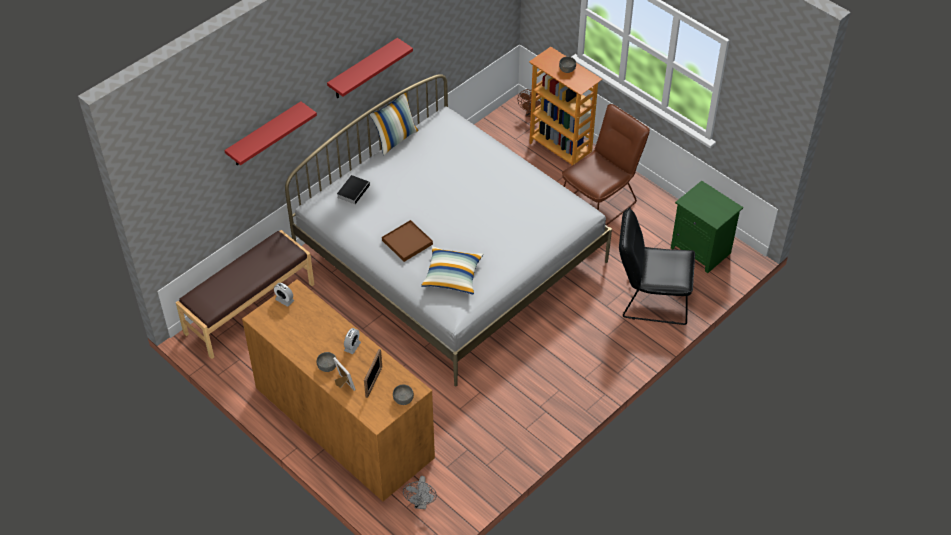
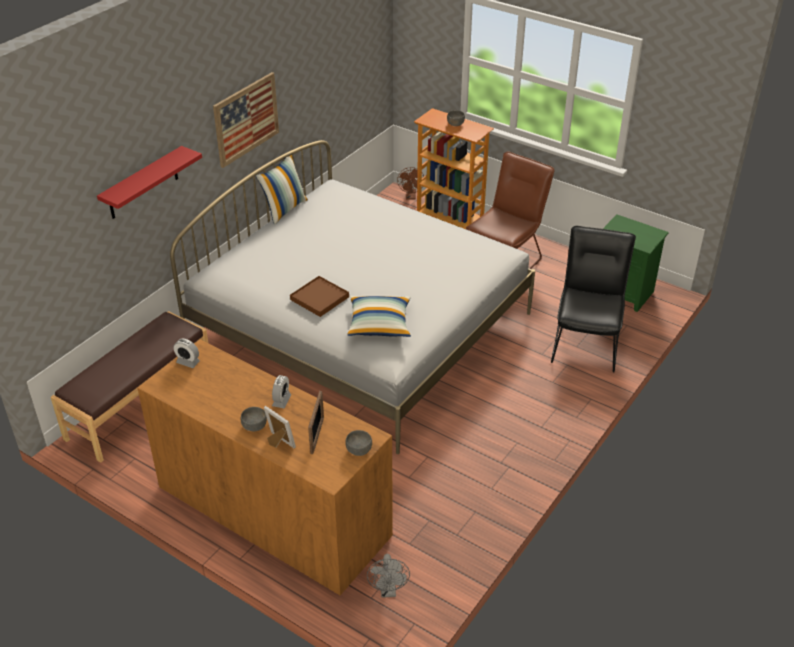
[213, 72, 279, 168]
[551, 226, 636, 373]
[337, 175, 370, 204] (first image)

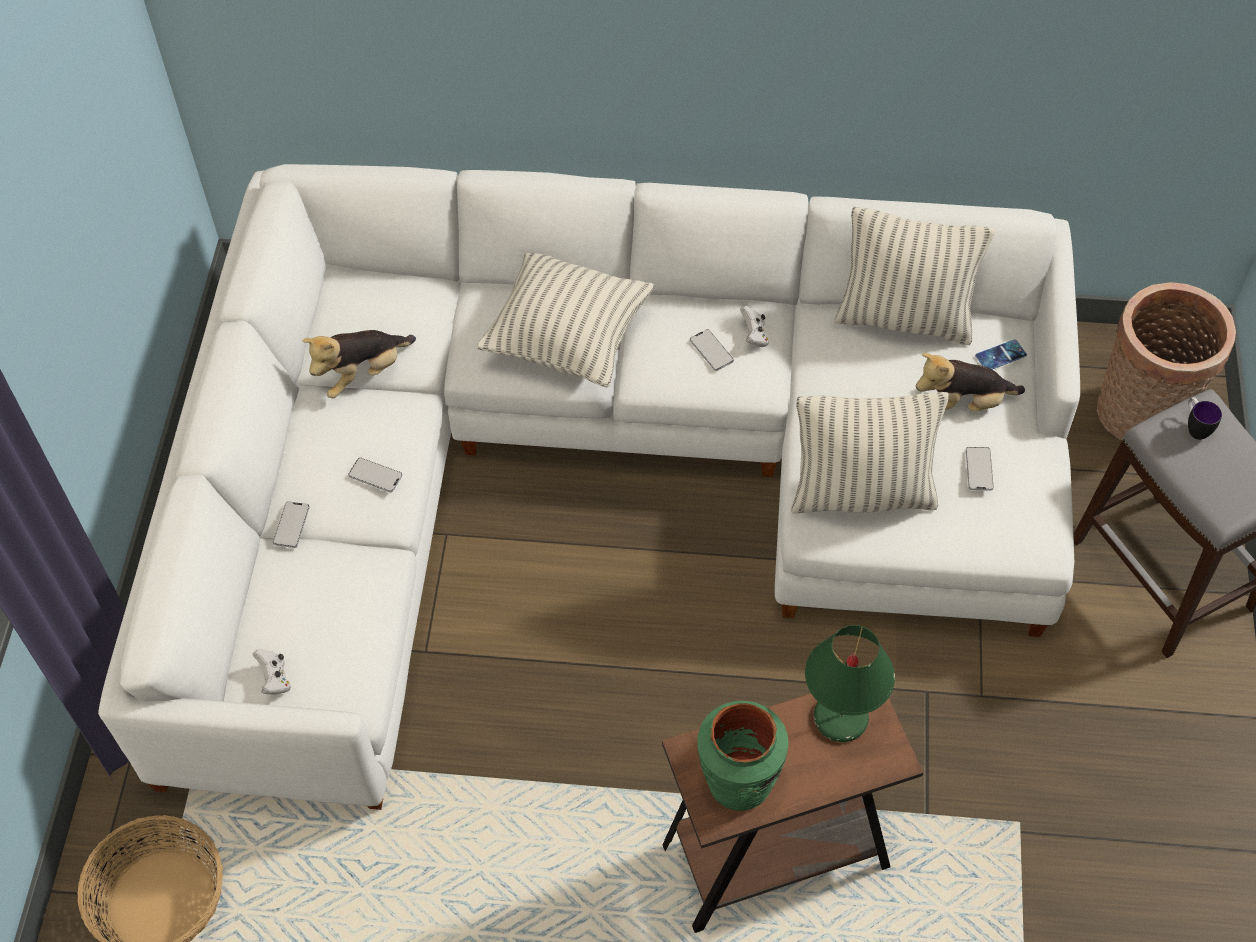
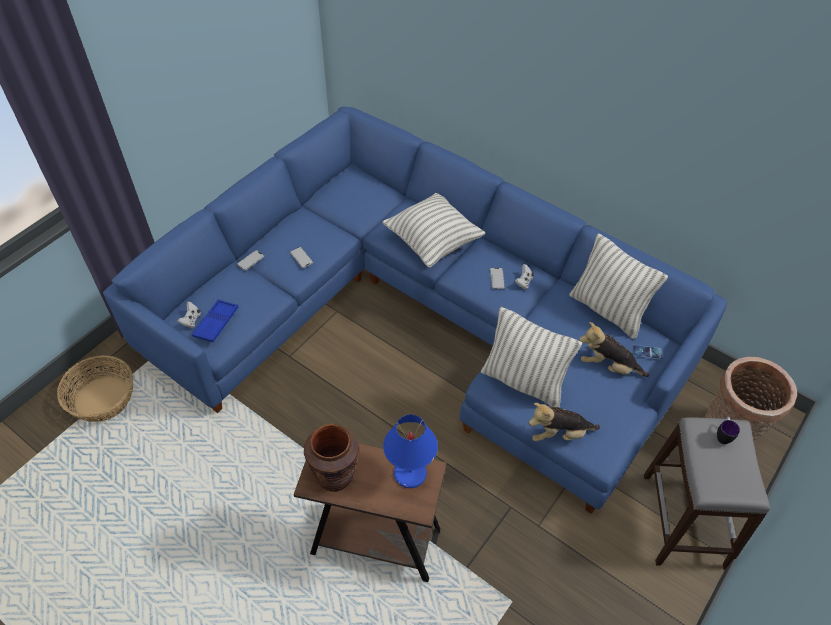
[103, 107, 727, 514]
[192, 299, 238, 342]
[304, 424, 359, 492]
[383, 414, 438, 488]
[529, 403, 600, 442]
[966, 447, 994, 491] (first image)

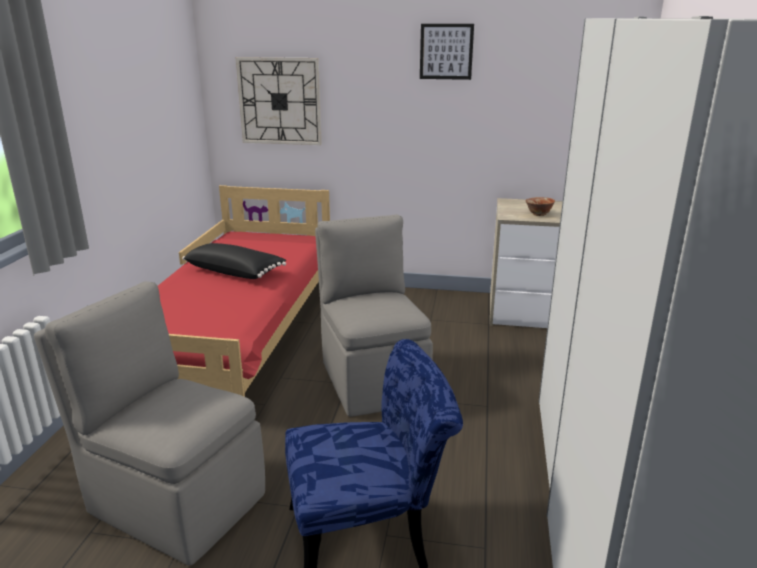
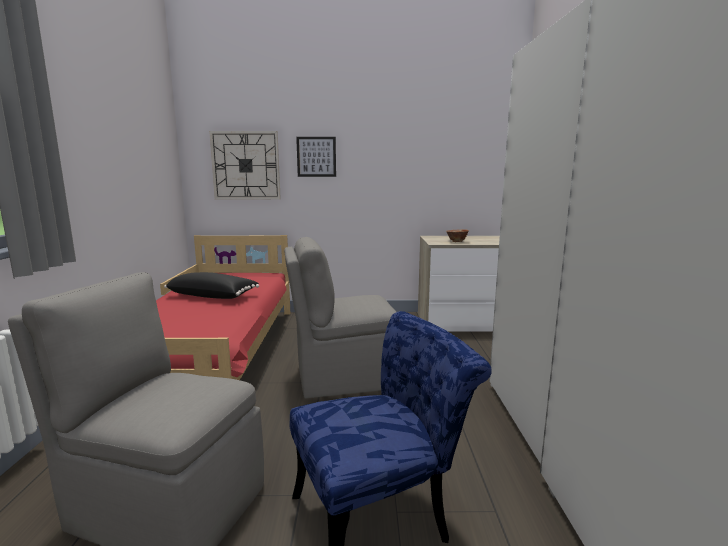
[284, 237, 396, 399]
[296, 137, 336, 177]

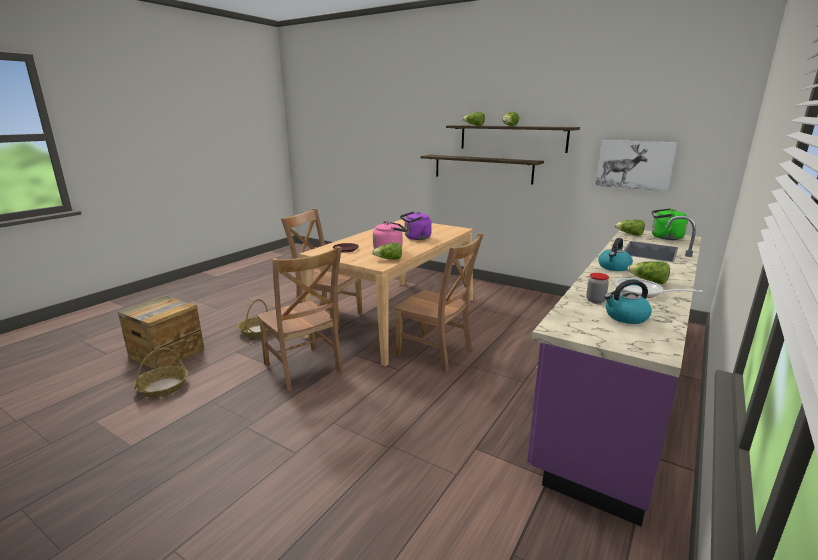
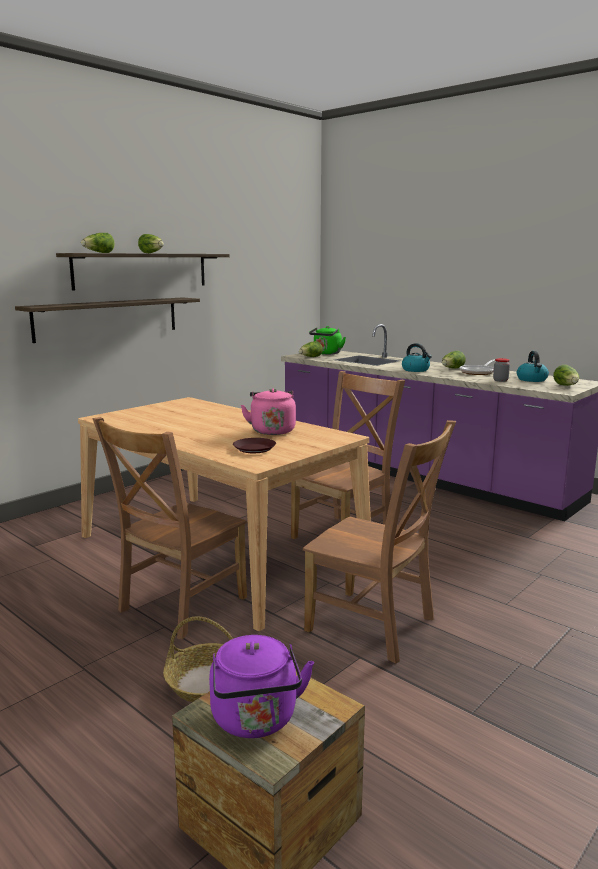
[209, 635, 314, 738]
[303, 420, 456, 664]
[553, 365, 580, 386]
[133, 348, 188, 398] (first image)
[596, 140, 678, 191] (first image)

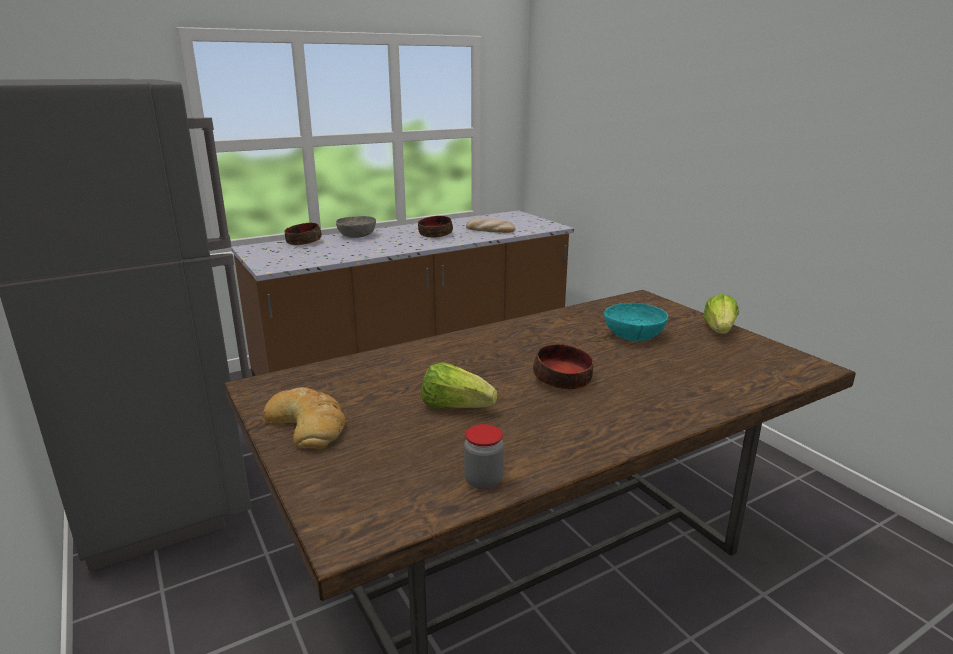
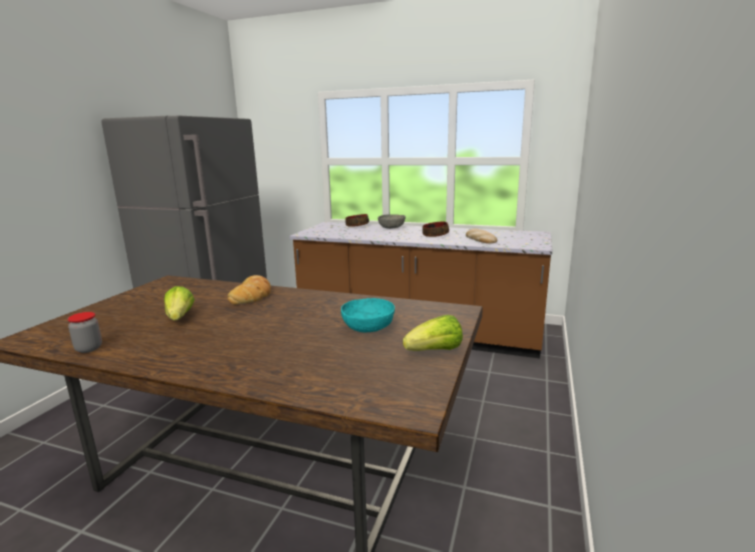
[228, 275, 271, 305]
[533, 344, 593, 390] (first image)

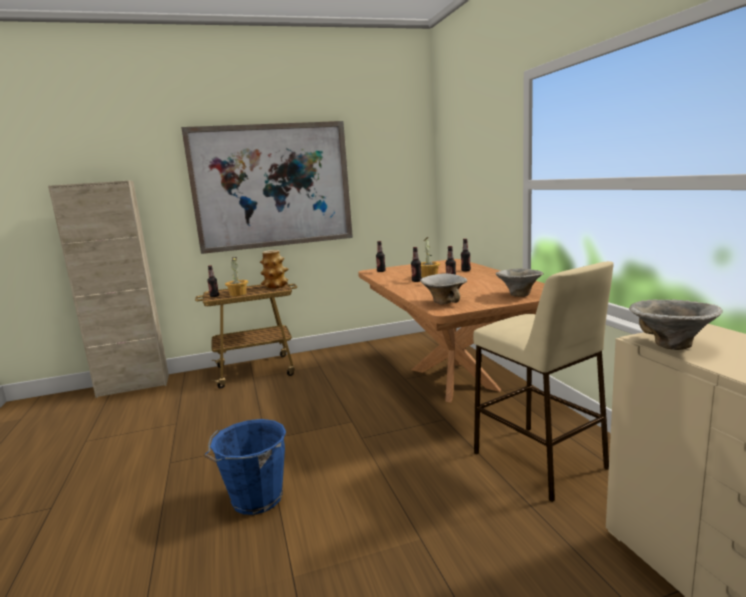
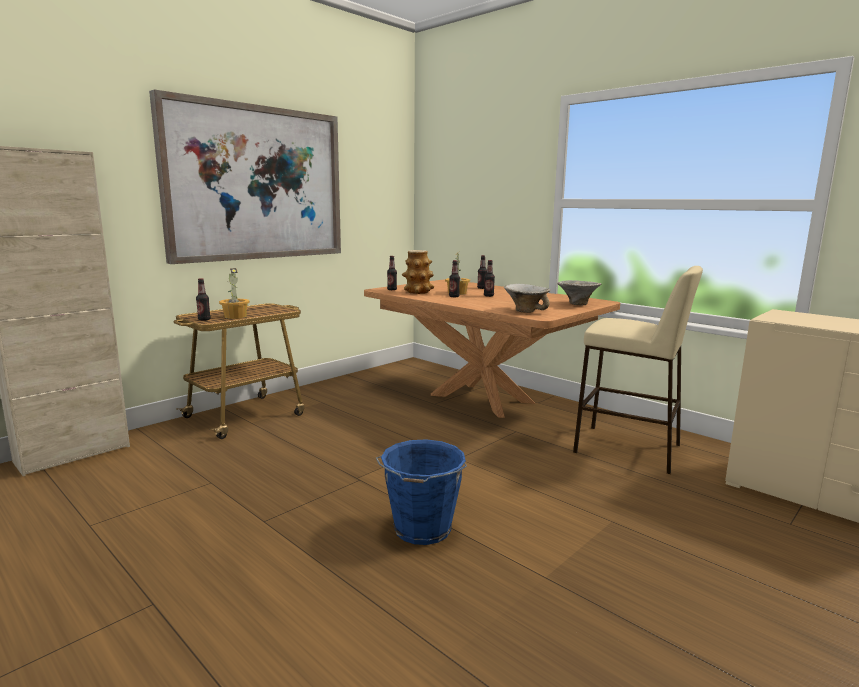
[402, 250, 434, 294]
[629, 300, 723, 350] (first image)

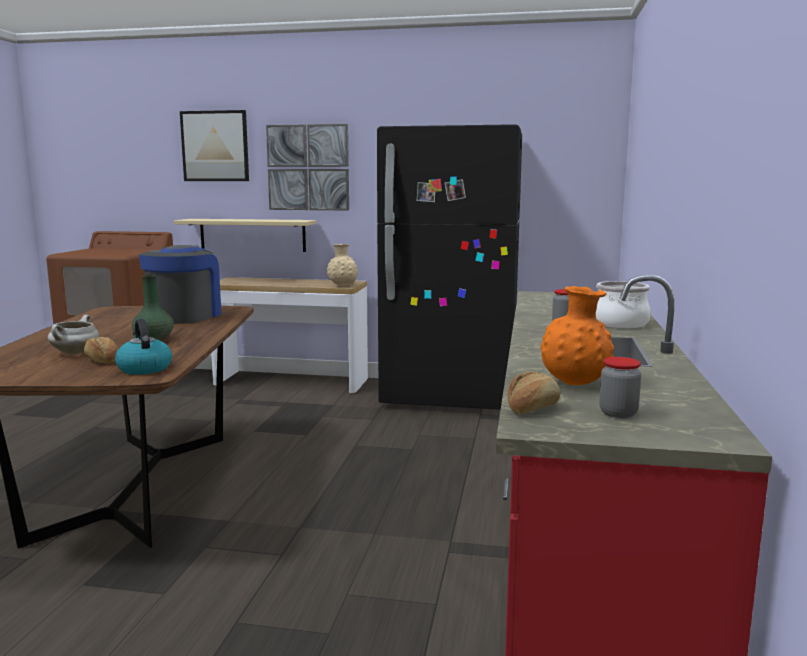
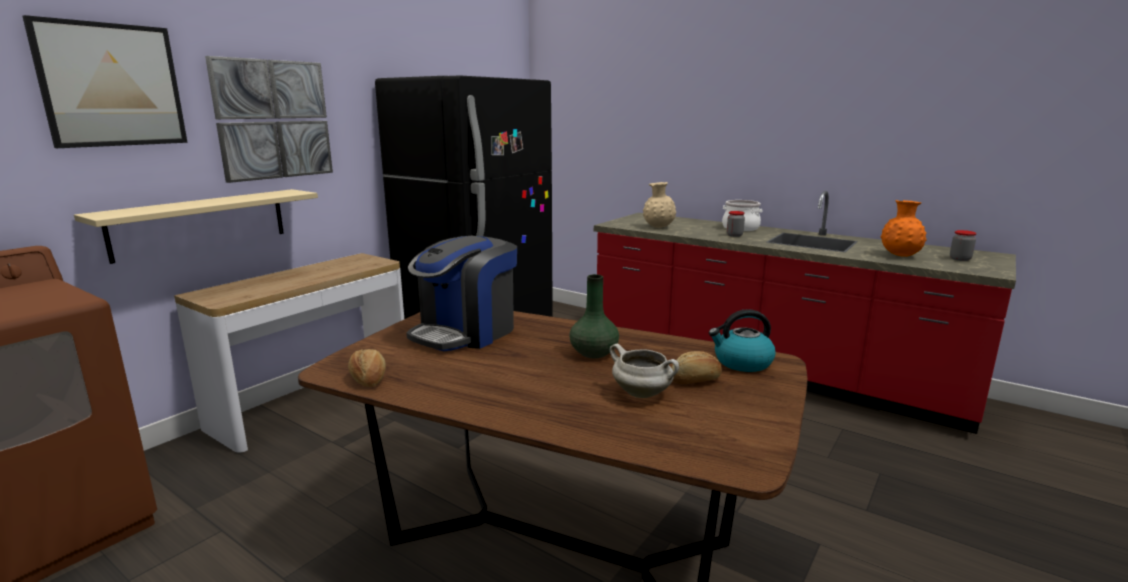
[348, 349, 386, 387]
[406, 236, 517, 351]
[643, 182, 676, 228]

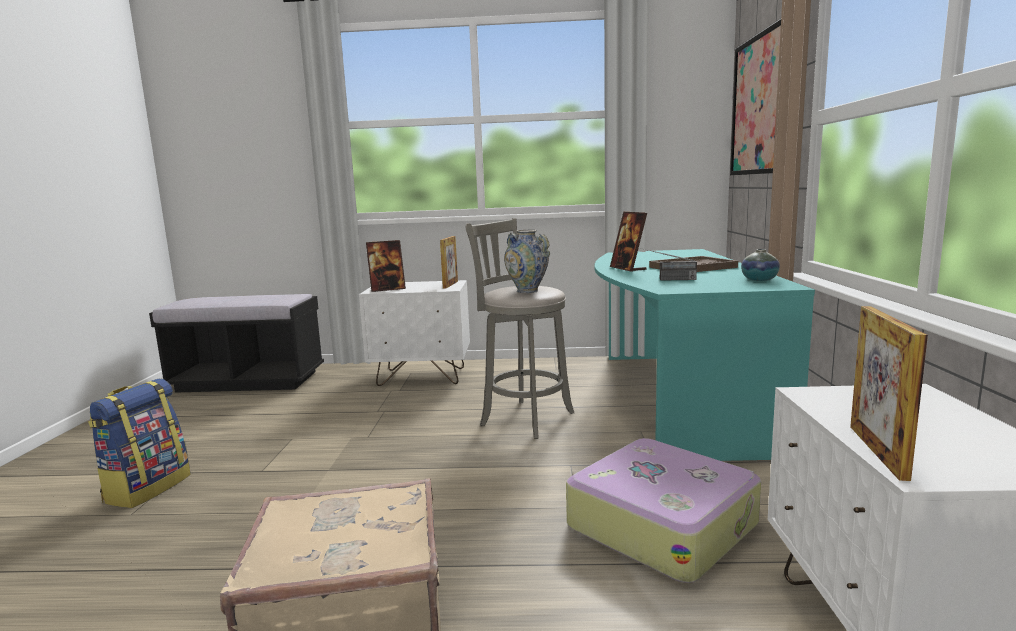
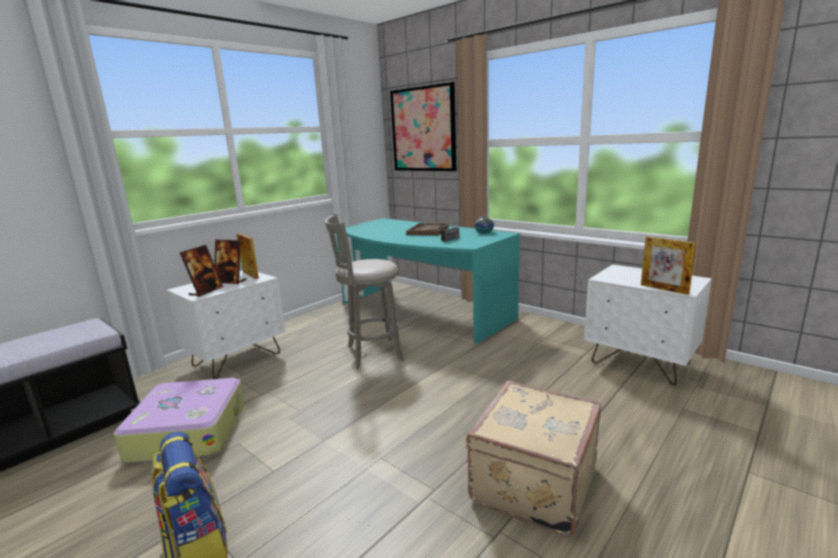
[114, 378, 245, 463]
[214, 240, 246, 284]
[504, 230, 550, 293] (first image)

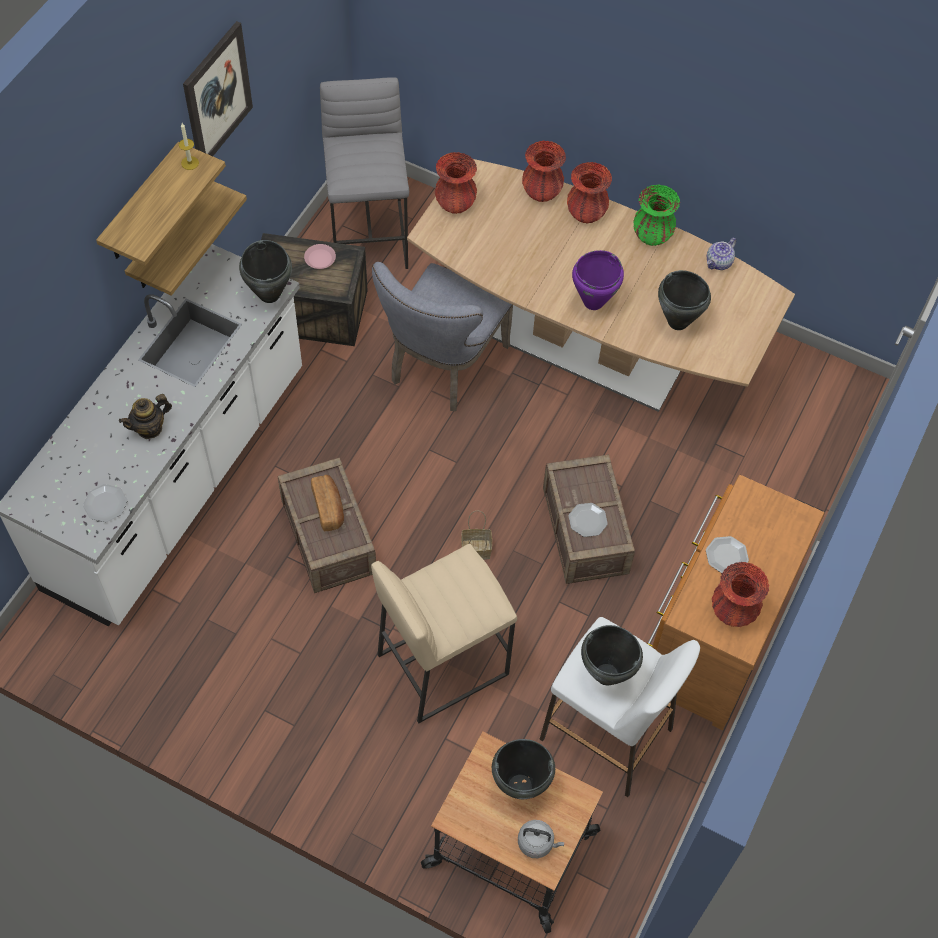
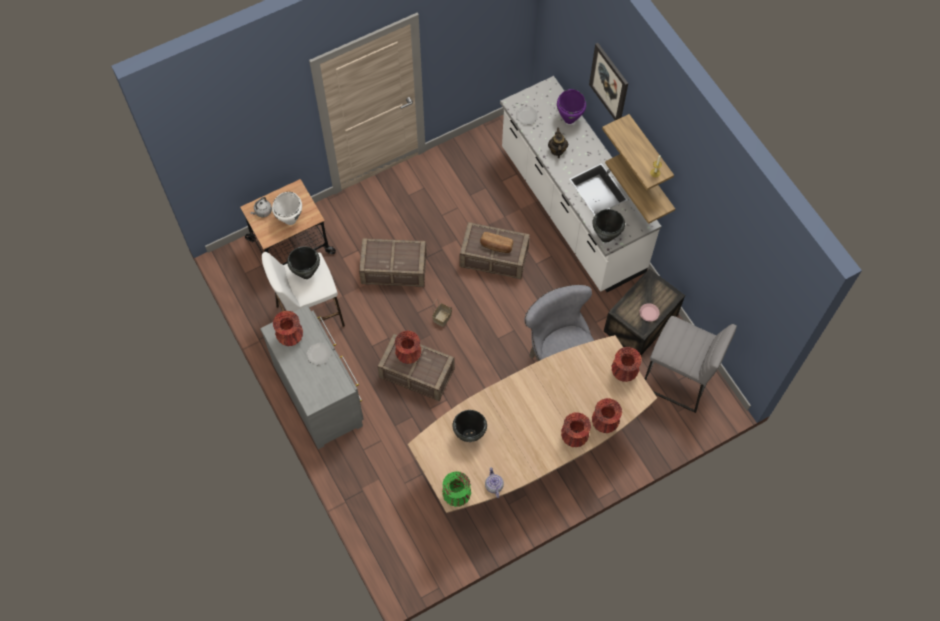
[260, 305, 364, 449]
[272, 192, 302, 225]
[359, 238, 427, 287]
[395, 330, 421, 364]
[442, 471, 471, 507]
[557, 89, 586, 124]
[589, 43, 628, 120]

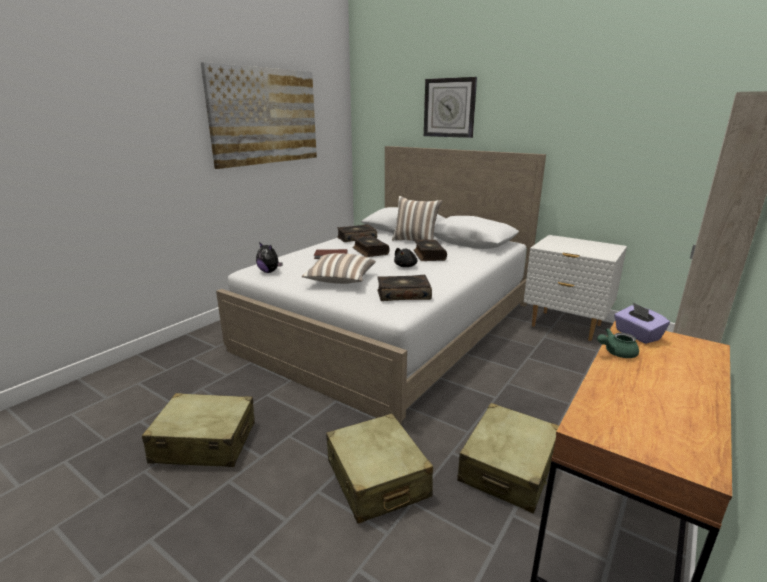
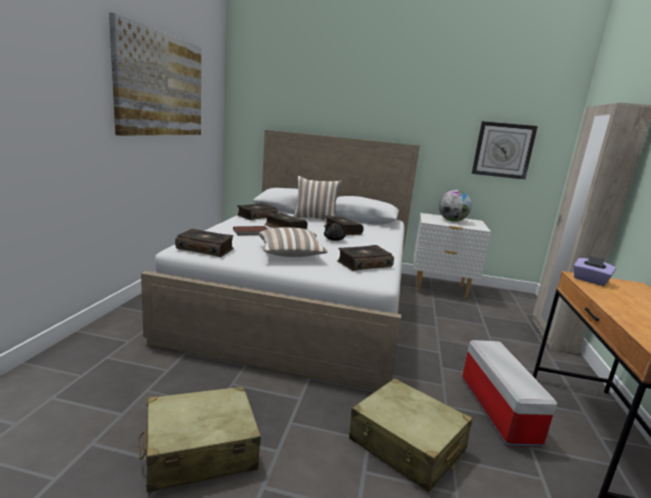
[175, 229, 234, 257]
[439, 190, 472, 222]
[462, 340, 557, 447]
[472, 121, 538, 180]
[597, 328, 639, 358] (first image)

